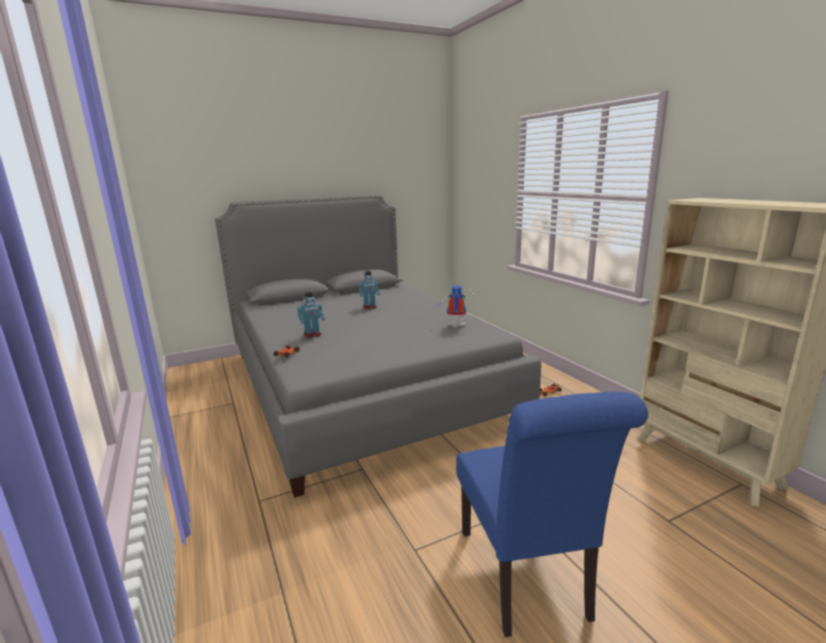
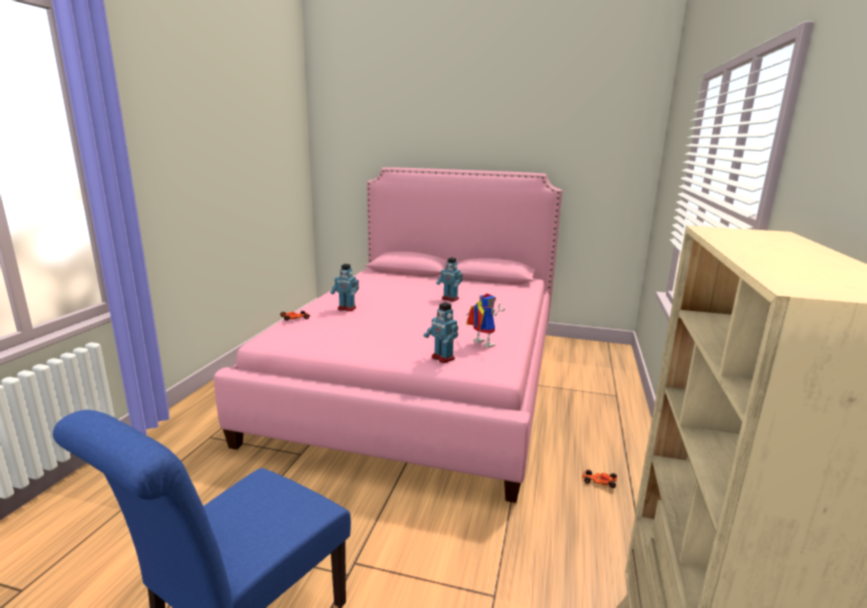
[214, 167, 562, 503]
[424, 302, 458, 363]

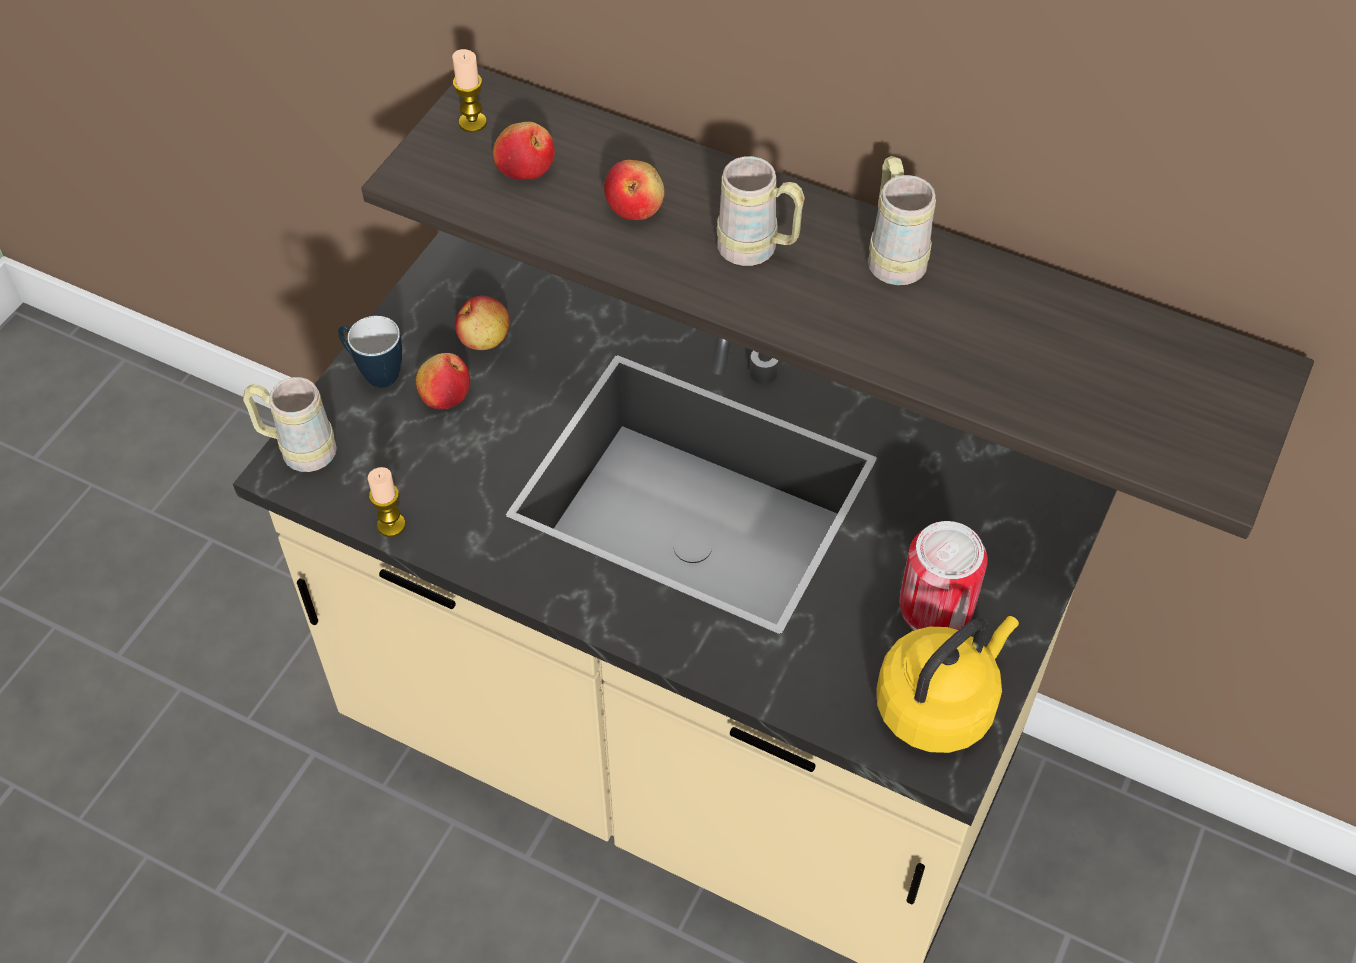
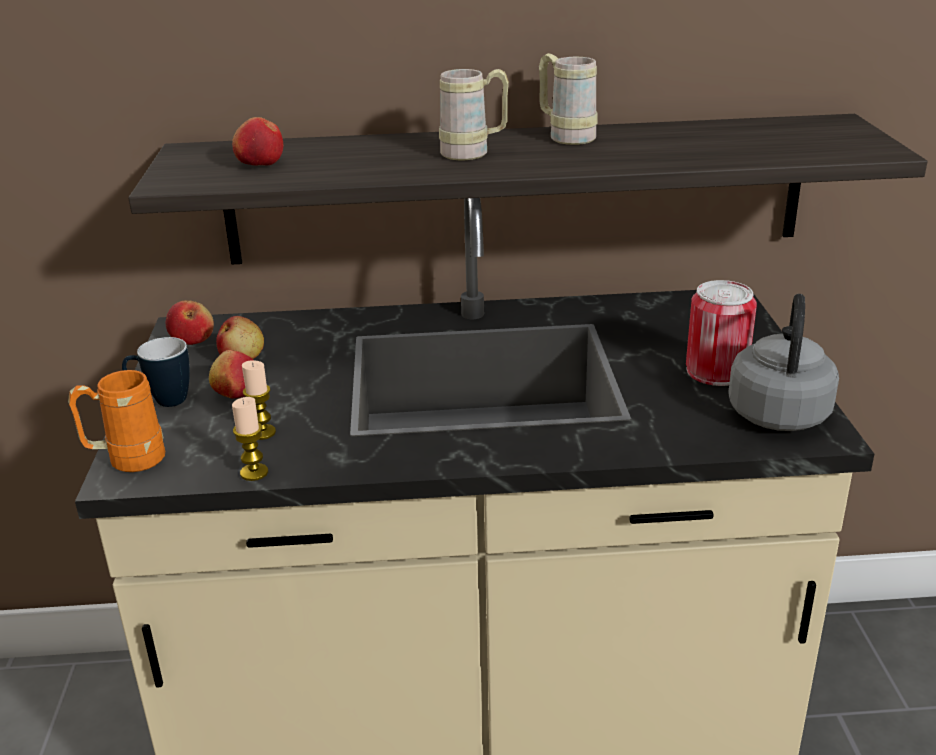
[68, 370, 165, 472]
[166, 300, 214, 345]
[242, 360, 276, 440]
[728, 294, 839, 431]

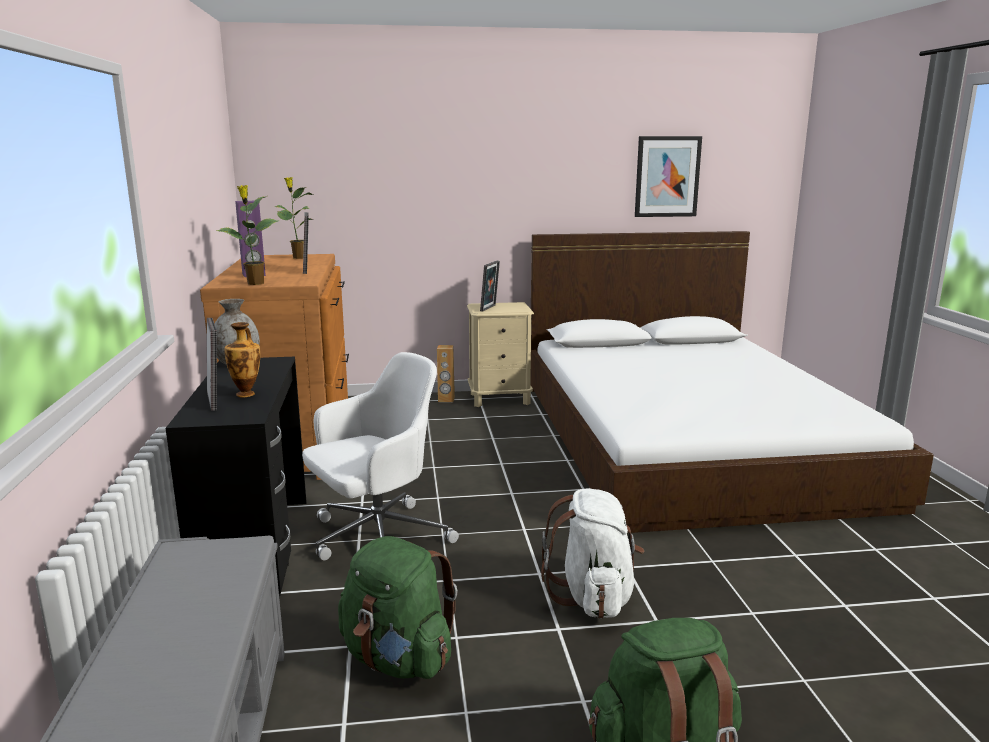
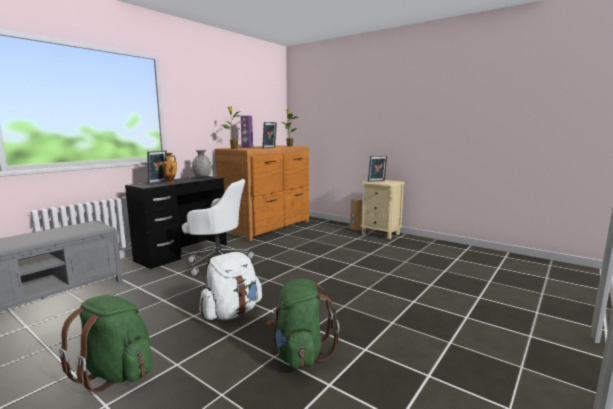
[266, 278, 340, 369]
[530, 231, 934, 533] (first image)
[635, 136, 702, 217] (first image)

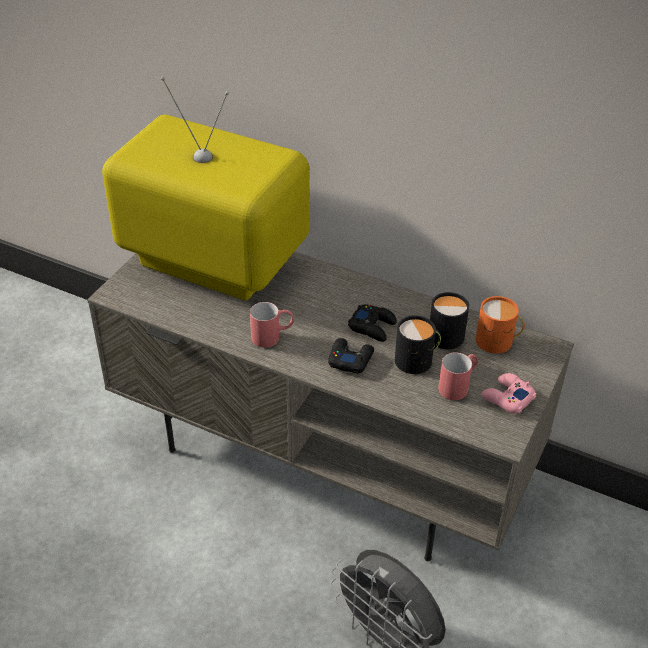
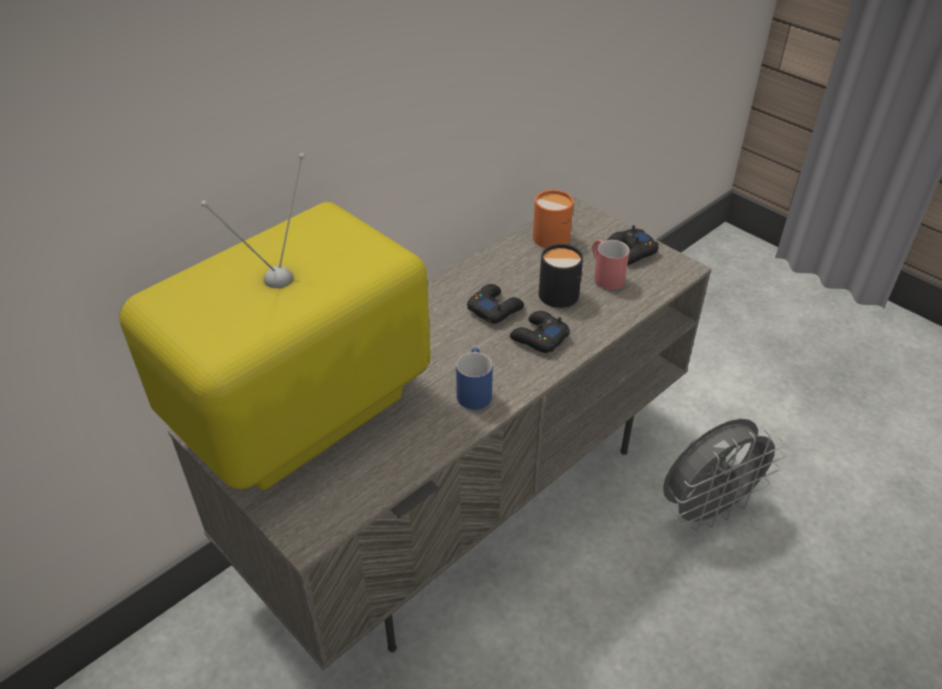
[456, 348, 493, 410]
[607, 225, 659, 265]
[430, 292, 469, 349] (first image)

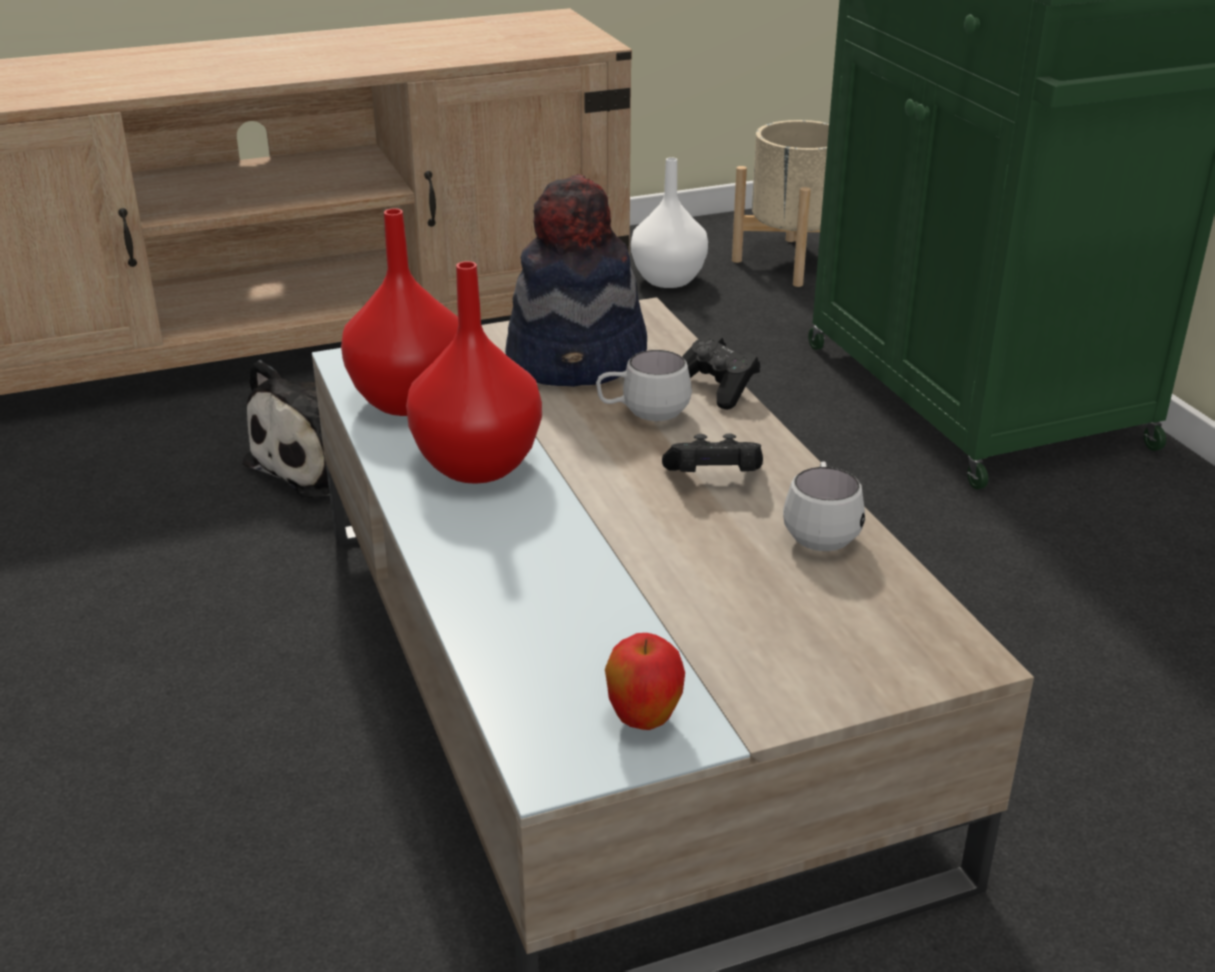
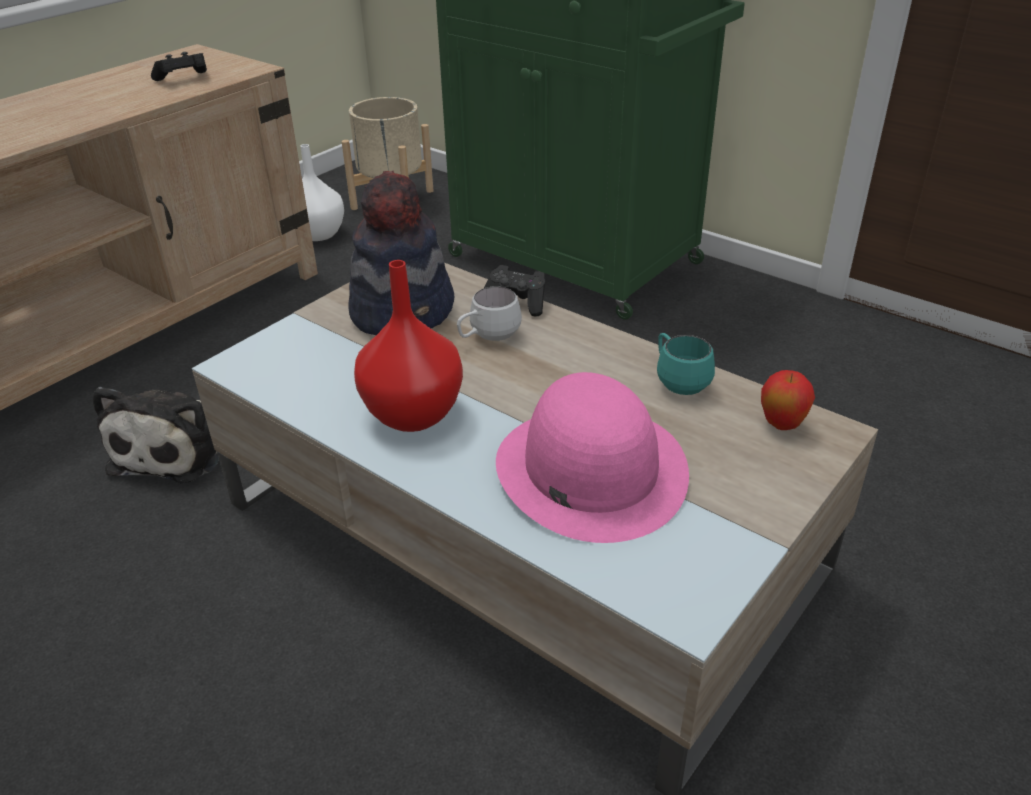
[151, 52, 207, 81]
[496, 372, 689, 543]
[657, 333, 715, 395]
[761, 370, 815, 430]
[341, 208, 459, 416] (first image)

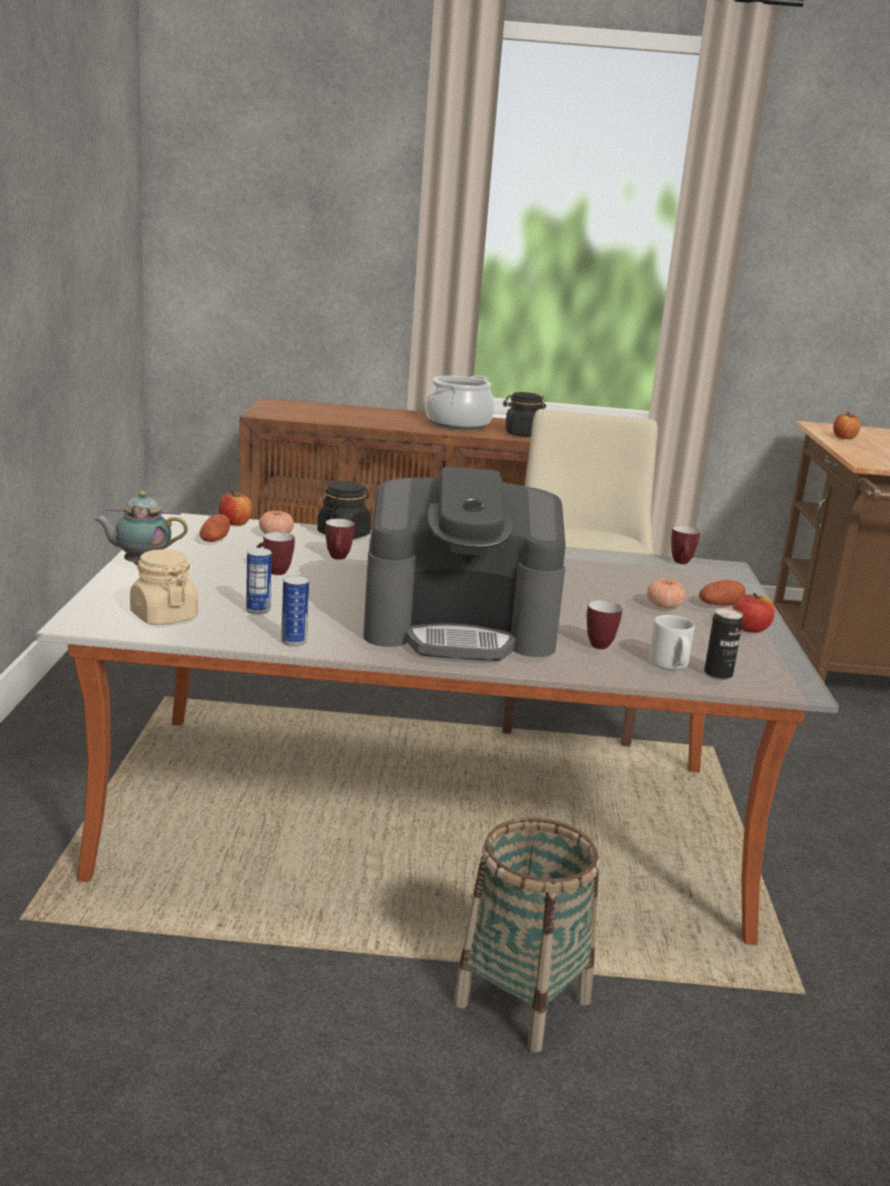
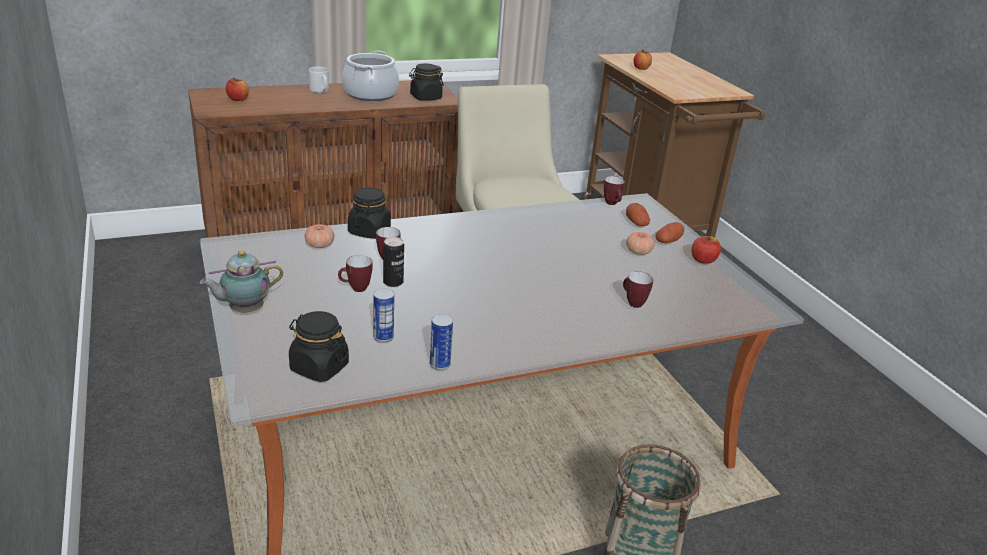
[226, 77, 249, 101]
[289, 311, 349, 382]
[308, 67, 329, 93]
[383, 237, 404, 287]
[626, 203, 650, 227]
[363, 467, 566, 661] (first image)

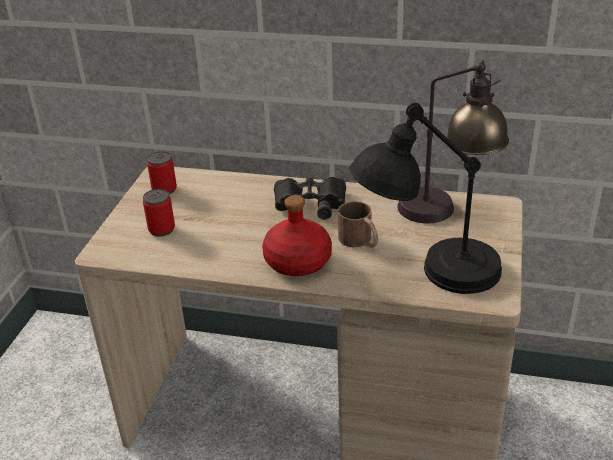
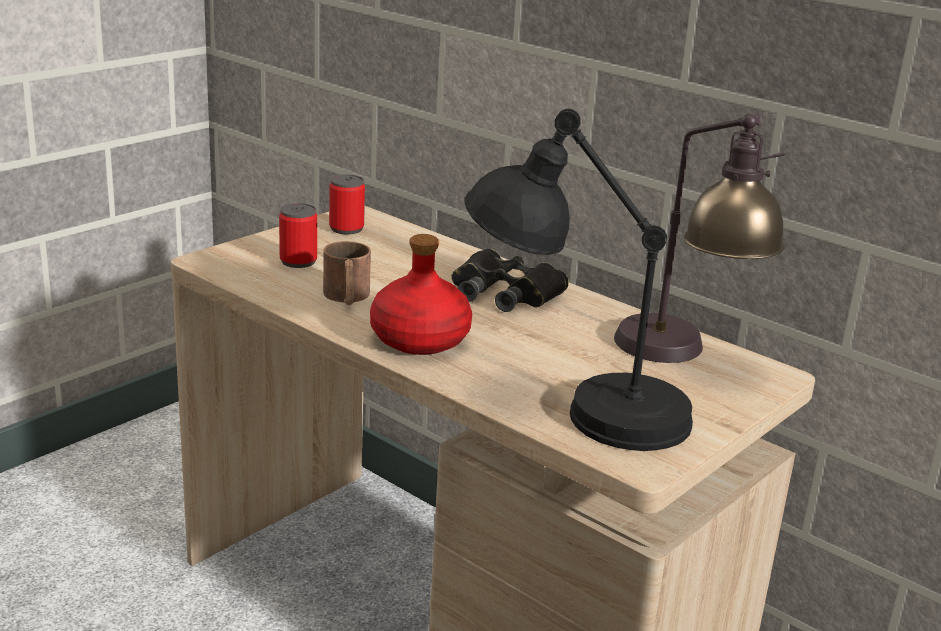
[323, 241, 371, 305]

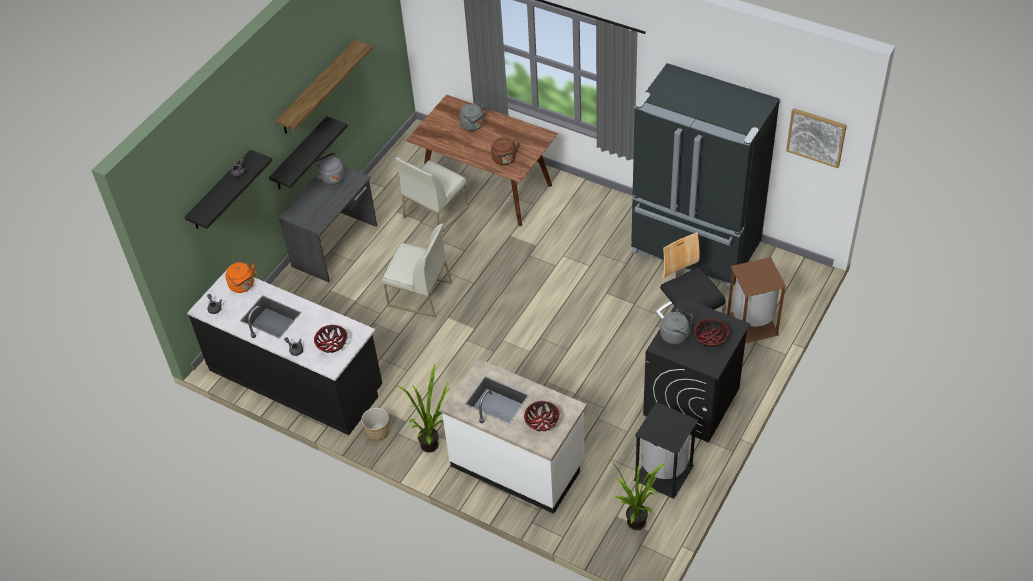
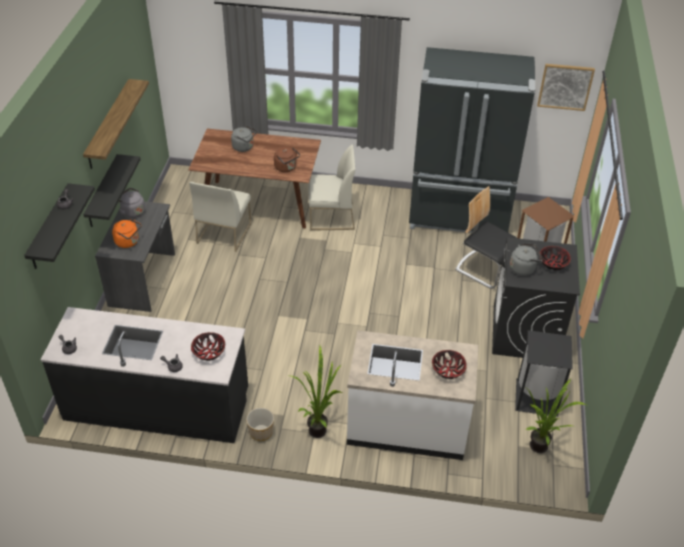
[112, 219, 142, 248]
[308, 144, 355, 231]

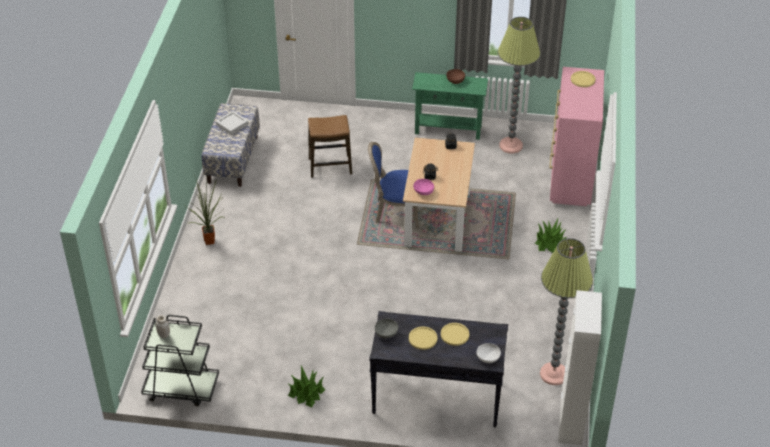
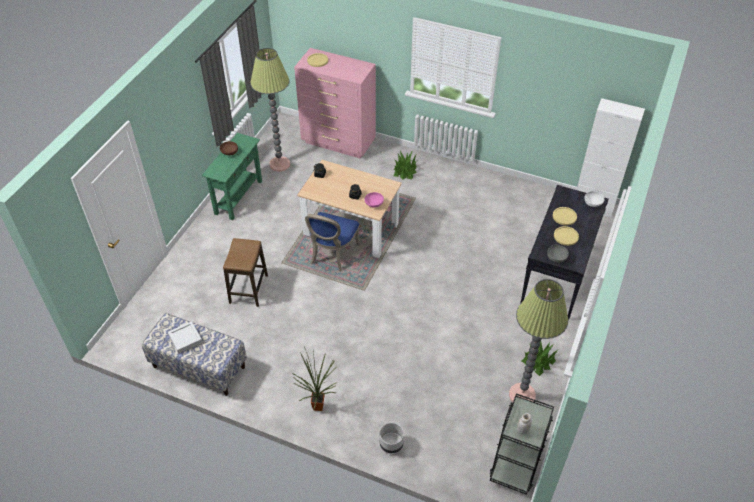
[380, 423, 404, 453]
[509, 279, 568, 402]

